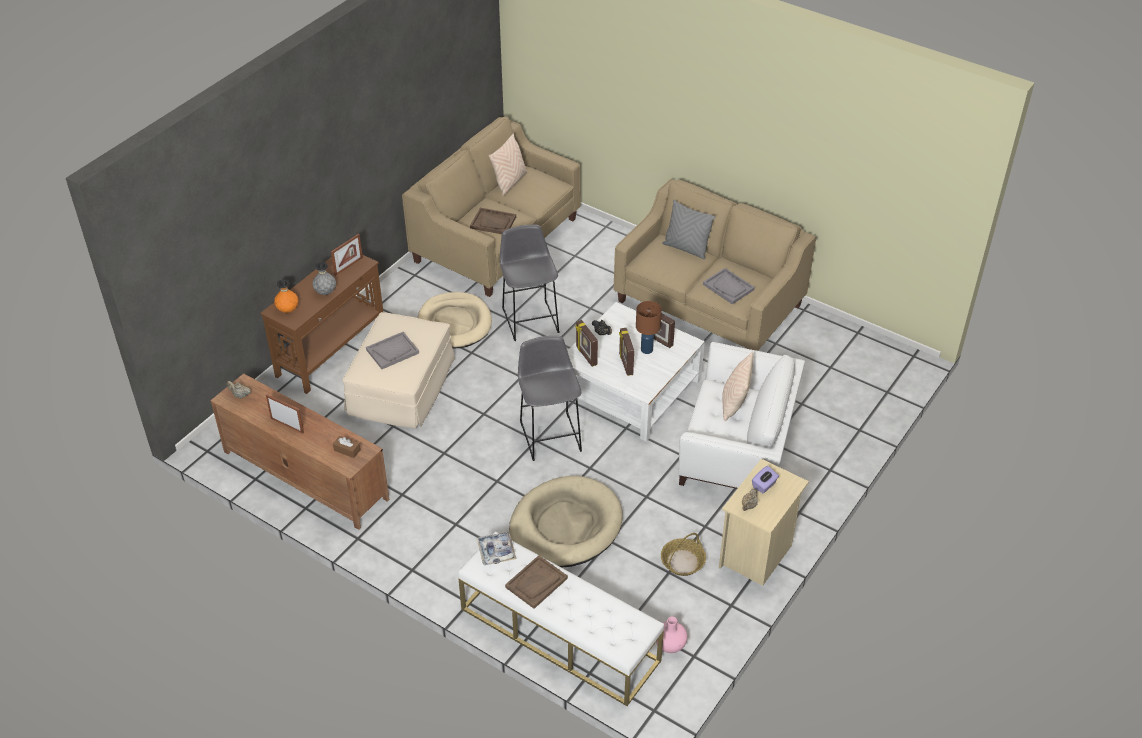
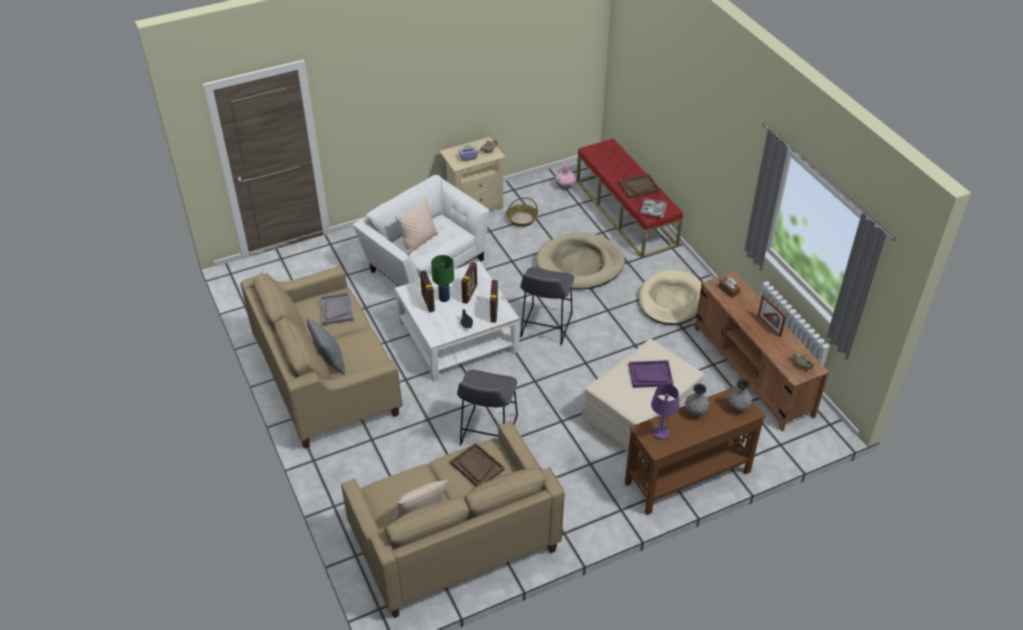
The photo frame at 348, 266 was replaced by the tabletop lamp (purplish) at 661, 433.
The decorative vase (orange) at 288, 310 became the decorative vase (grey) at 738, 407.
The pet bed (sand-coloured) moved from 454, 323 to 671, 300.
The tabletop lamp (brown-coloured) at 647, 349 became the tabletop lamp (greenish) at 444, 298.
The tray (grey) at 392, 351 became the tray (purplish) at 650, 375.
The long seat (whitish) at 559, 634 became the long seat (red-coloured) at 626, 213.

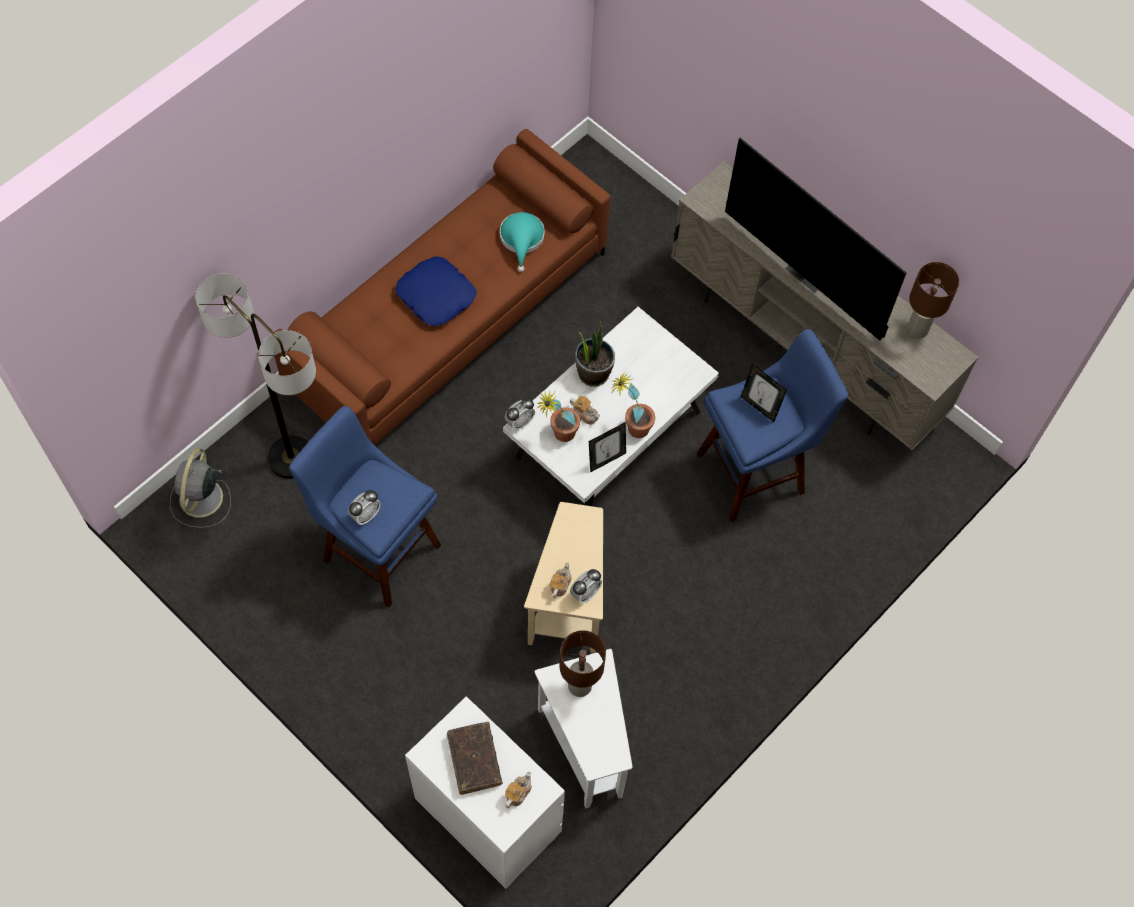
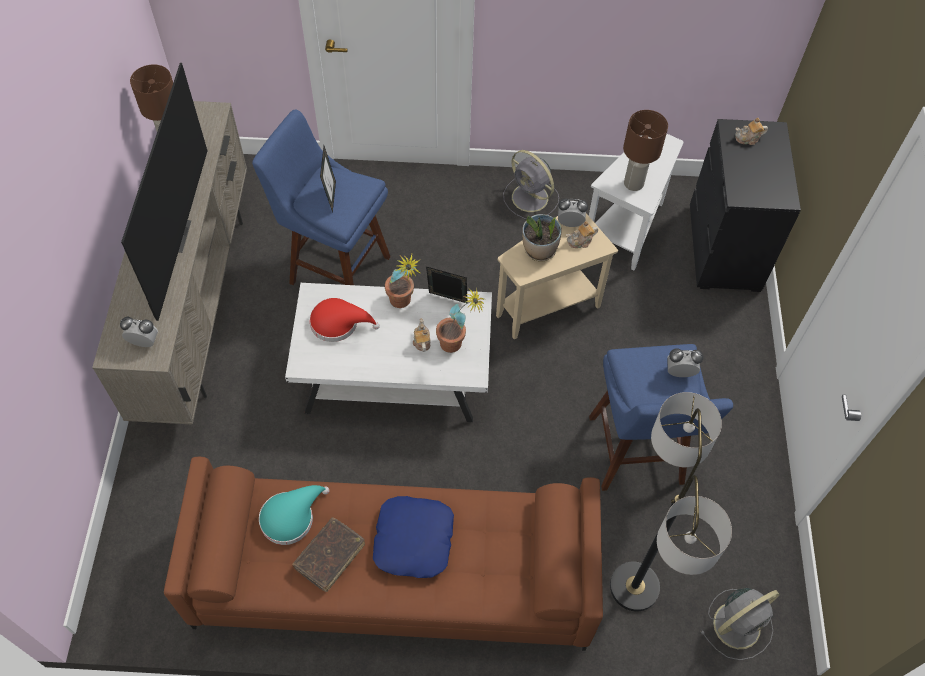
The houseplant moved from 593, 373 to 539, 251.
The alarm clock moved from 519, 422 to 144, 342.
The dresser (whitish) at 487, 815 became the dresser (black-coloured) at 724, 248.
The bound book (brown-coloured) moved from 474, 760 to 330, 556.
The cooling fan (grey) at 531, 199 appeared.
The wearable hat (red-coloured) at 338, 323 appeared.

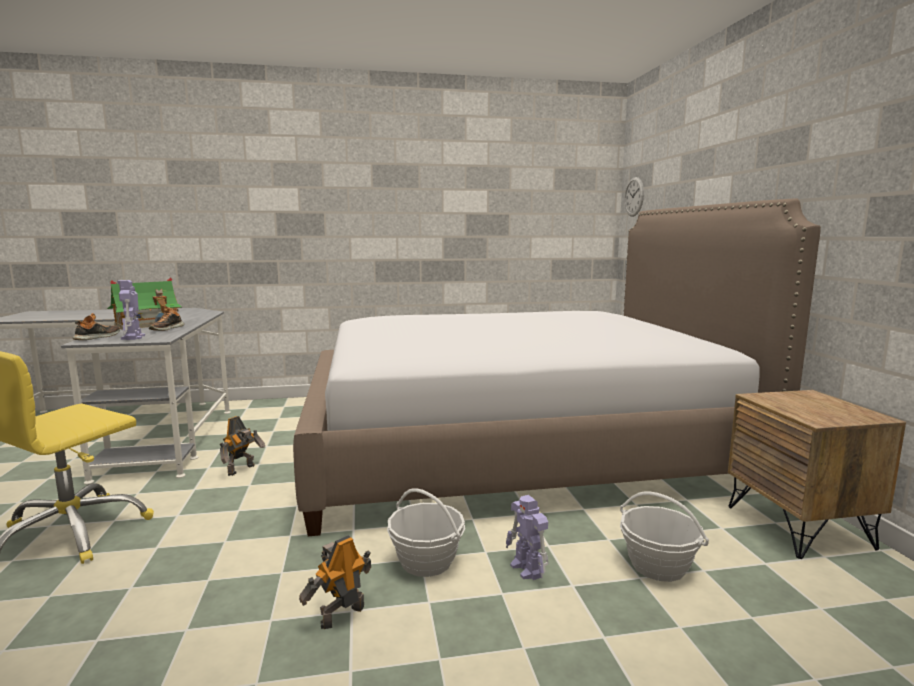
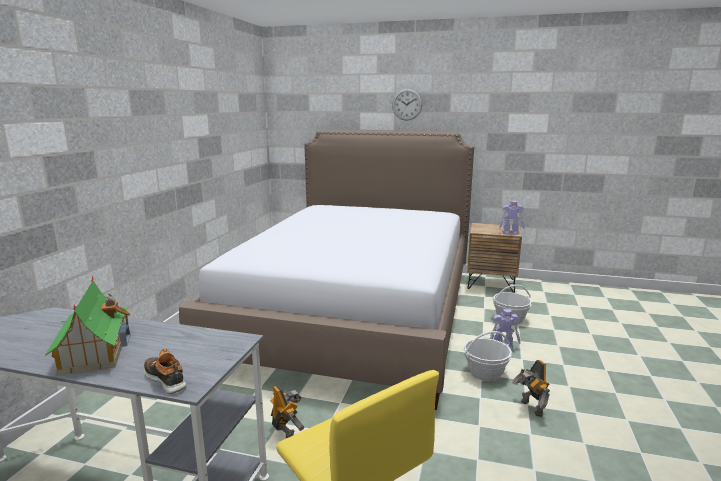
The clock on the wall moved from 634, 196 to 407, 104.
The toy robot moved from 133, 337 to 511, 233.
The item of footwear at 166, 329 disappeared.

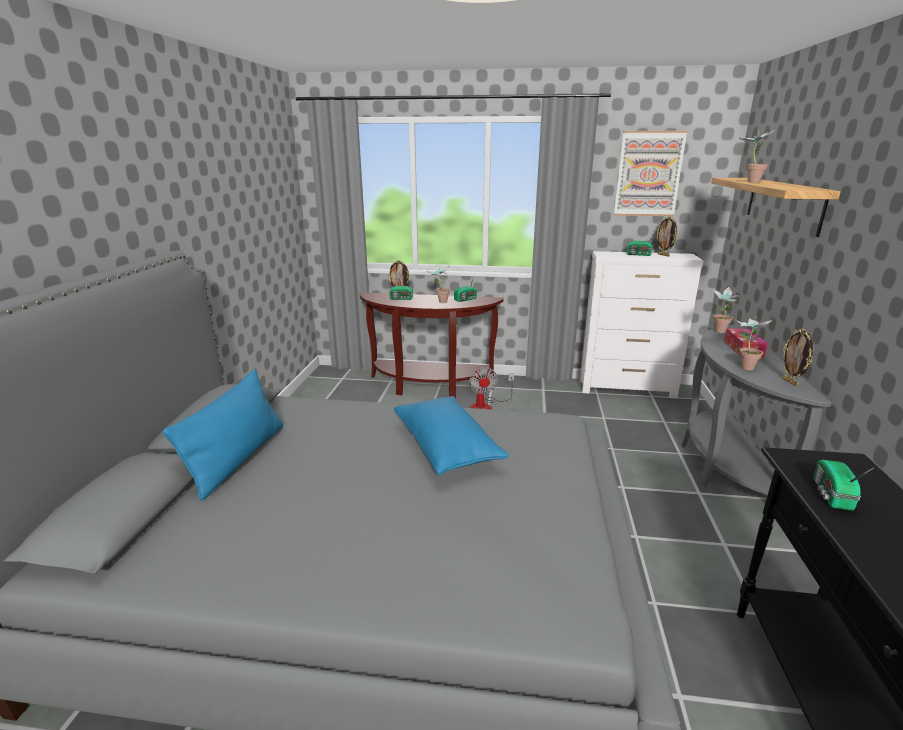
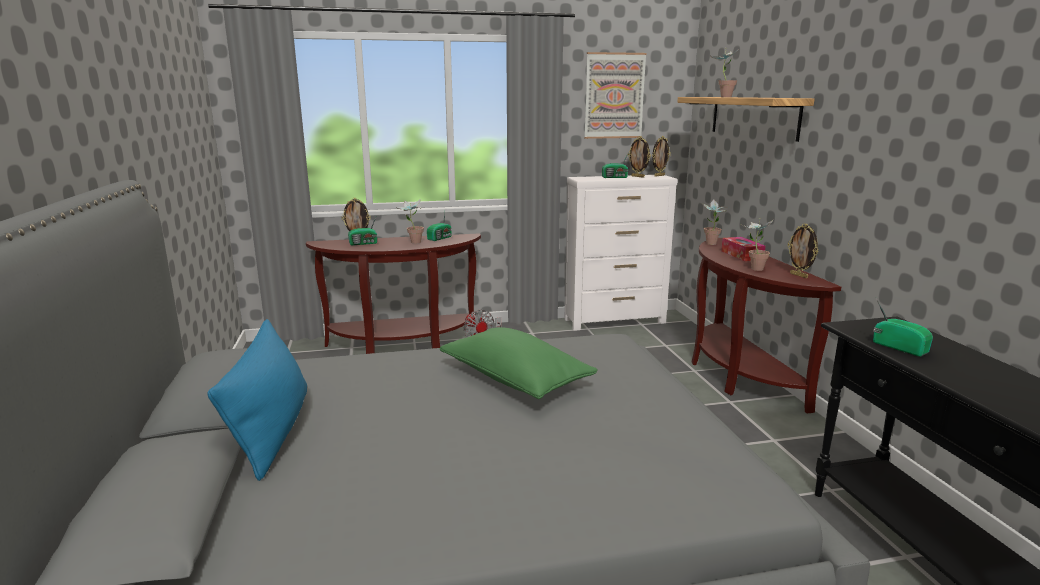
The narrow table (grey) at 722, 465 became the narrow table (brown-coloured) at 736, 374.
The throw pillow (blue-coloured) at 446, 447 became the throw pillow (greenish) at 515, 380.
The radio at 831, 495 turned 150 degrees clockwise.
The photo frame at 659, 175 appeared.

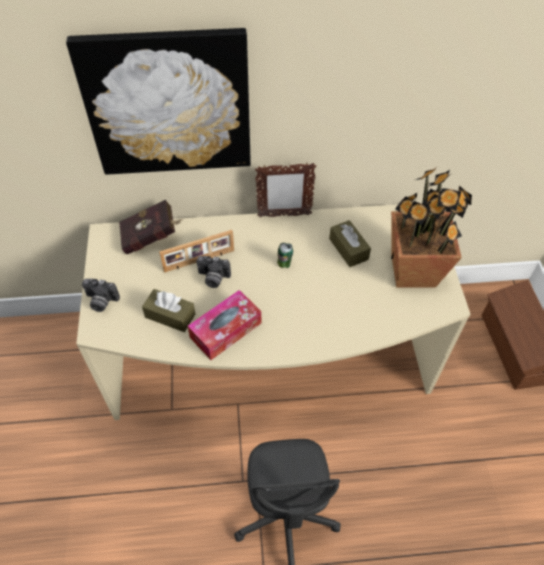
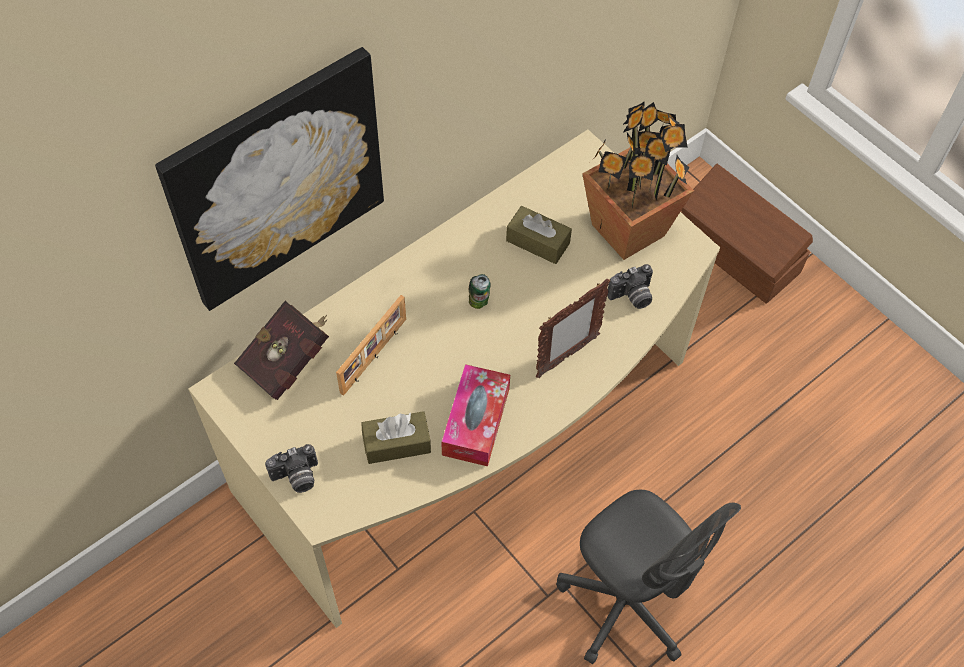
The photo frame moved from 284, 215 to 566, 357.
The photo camera moved from 213, 278 to 632, 297.

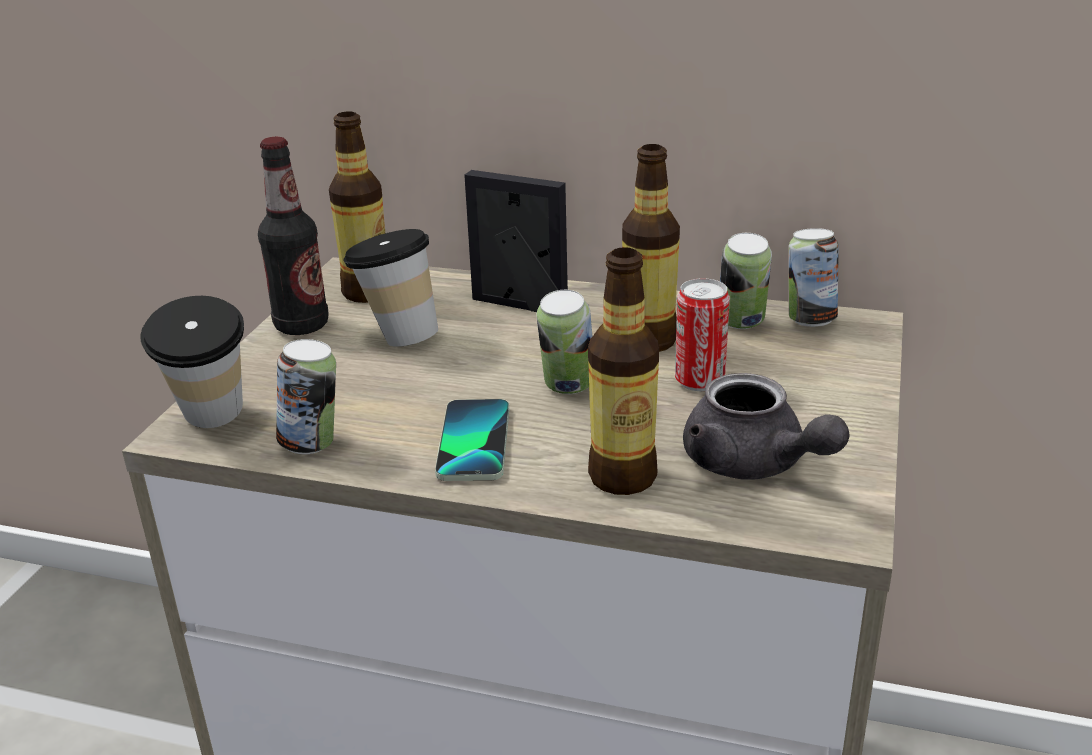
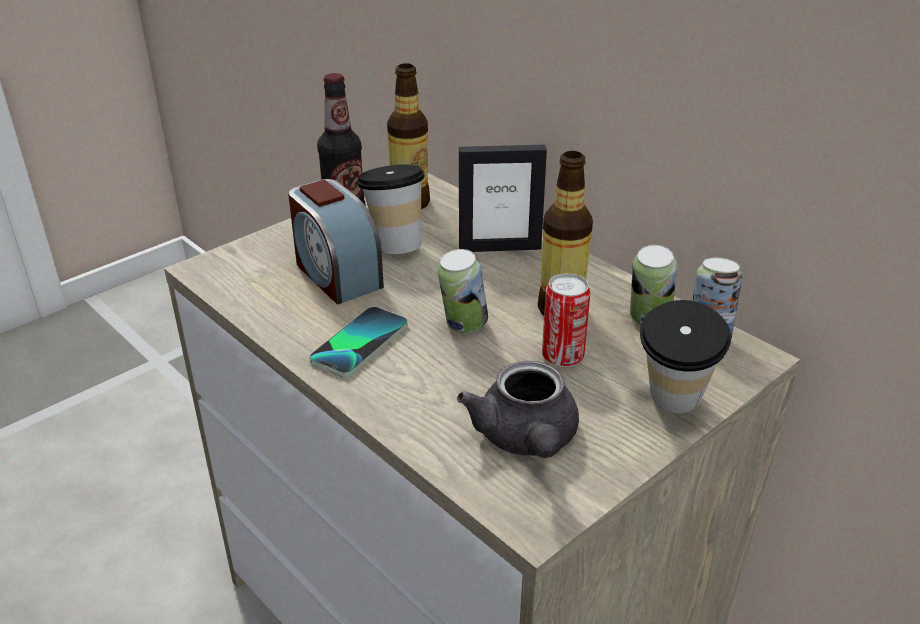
The photo frame at 519, 305 turned 120 degrees clockwise.
The beverage bottle at 623, 477 disappeared.
The small cup moved from 212, 424 to 672, 408.
The sealed can at 312, 444 disappeared.
The alarm clock at 336, 274 appeared.

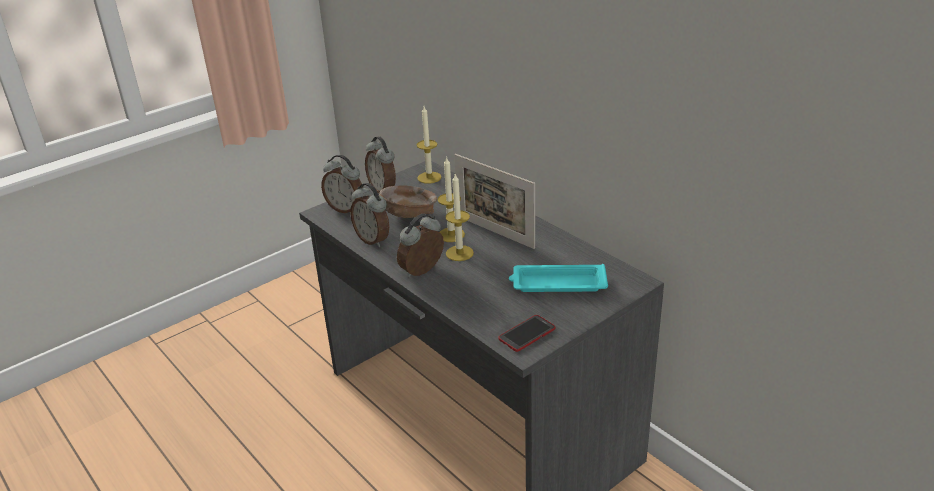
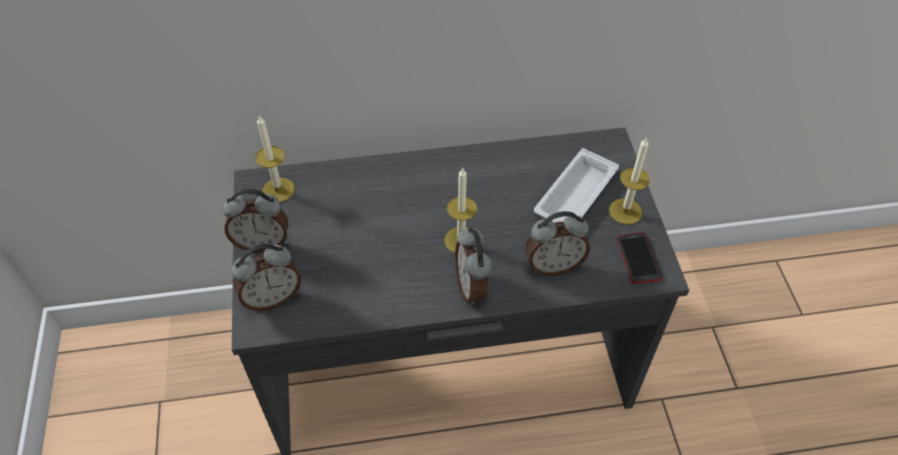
The photo frame at 495, 232 disappeared.
The wax candle moved from 451, 235 to 625, 211.
The alarm clock moved from 373, 240 to 553, 265.
The bowl (brown-coloured) at 409, 215 disappeared.
The tray (turquoise) at 557, 284 became the tray (whitish) at 574, 195.

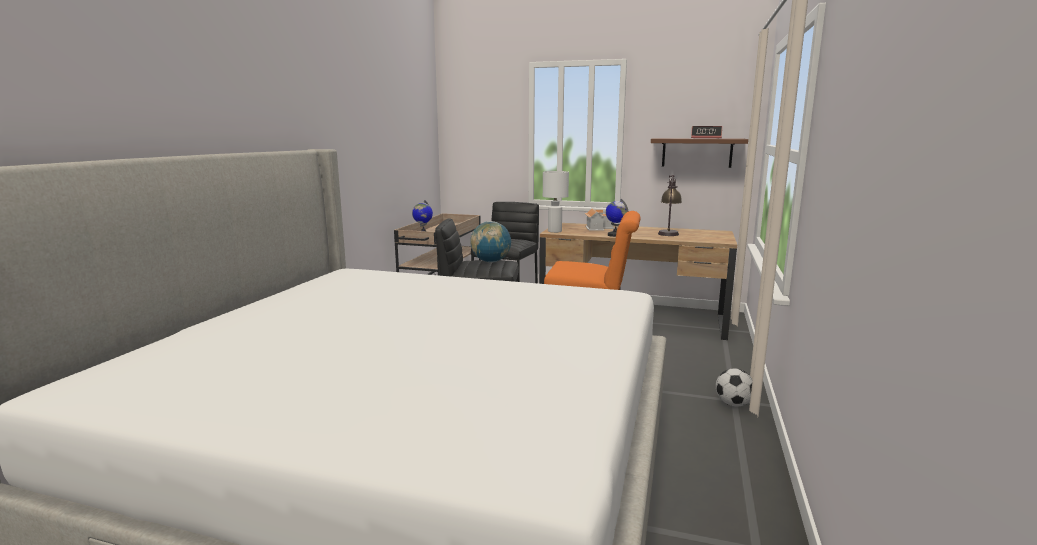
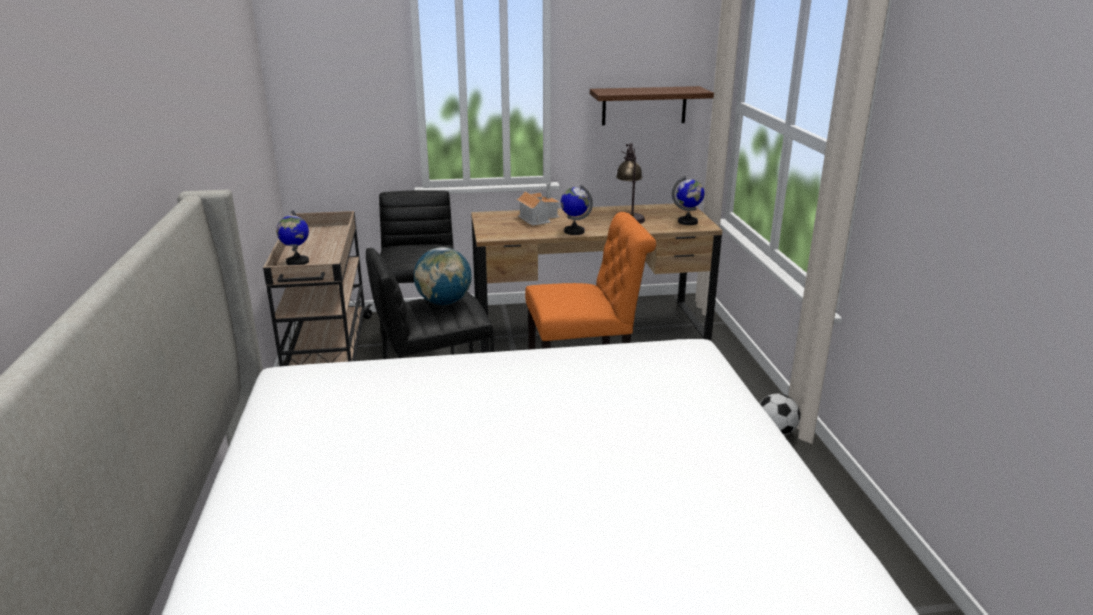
The alarm clock at 706, 138 disappeared.
The tabletop lamp (whitish) at 554, 231 disappeared.
The globe at 688, 222 appeared.

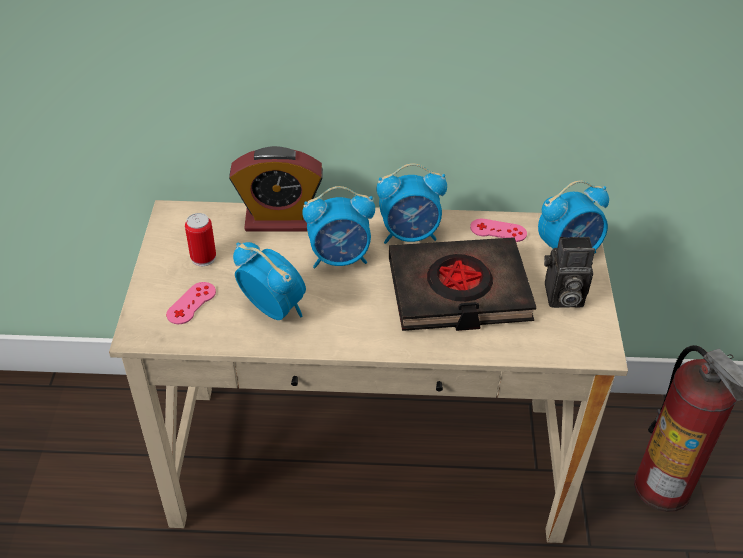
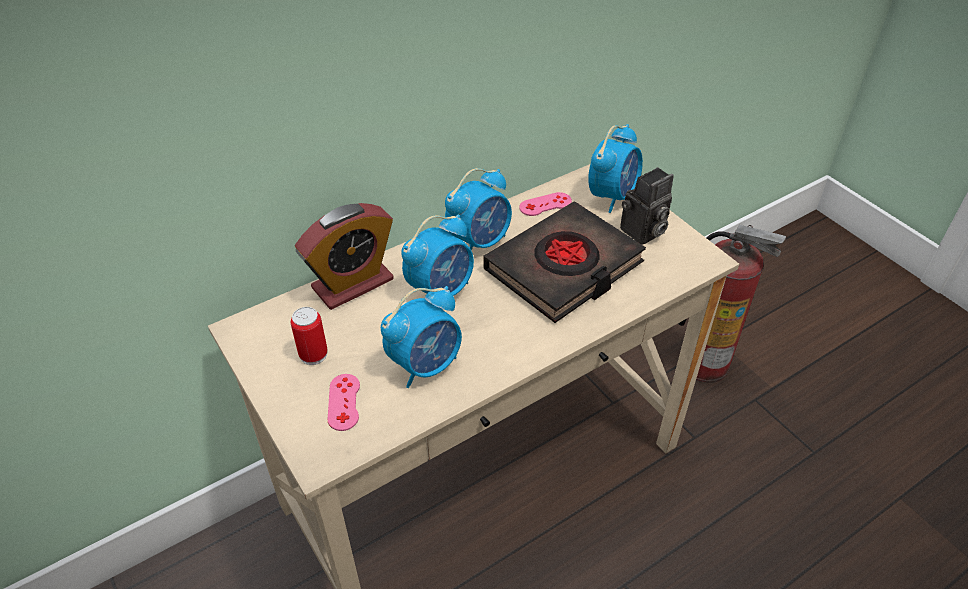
The alarm clock at 273, 308 turned 135 degrees clockwise.

